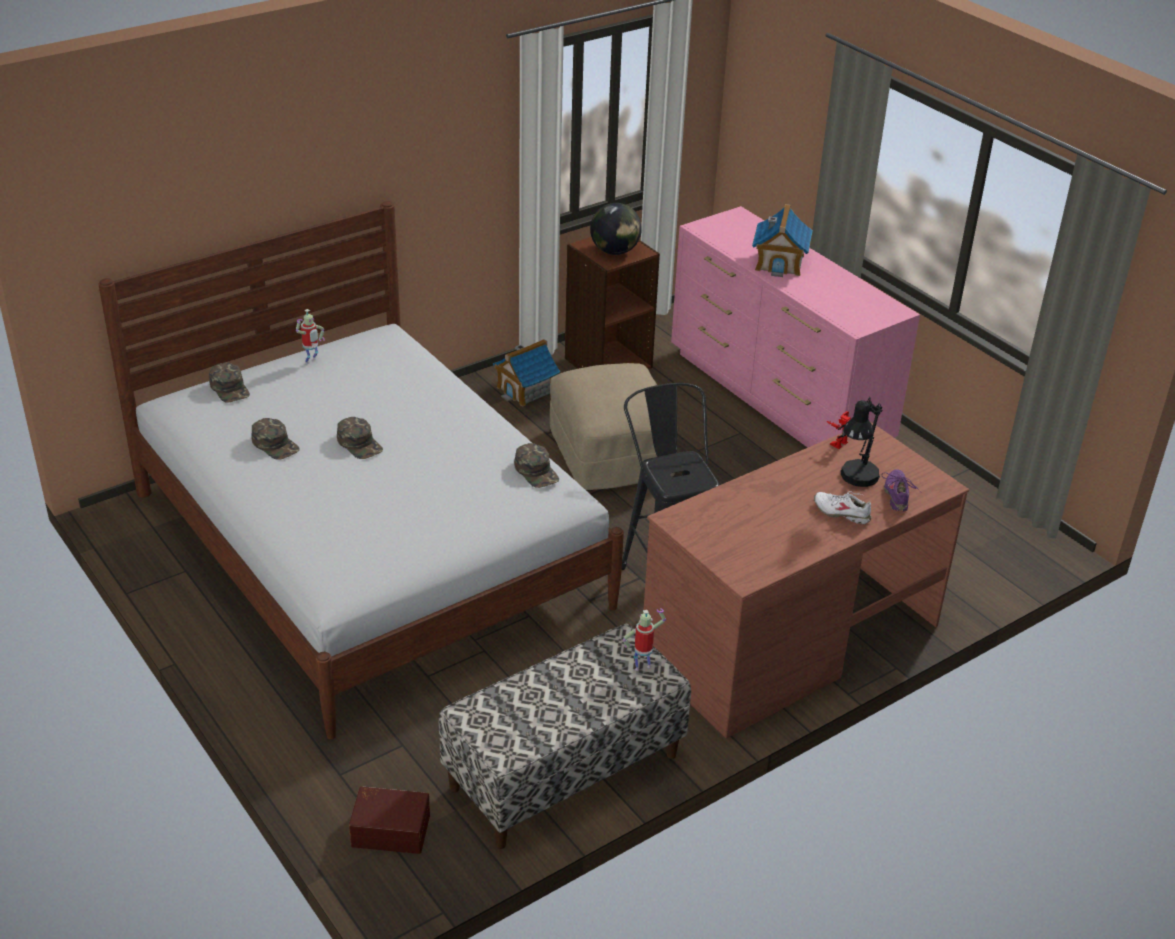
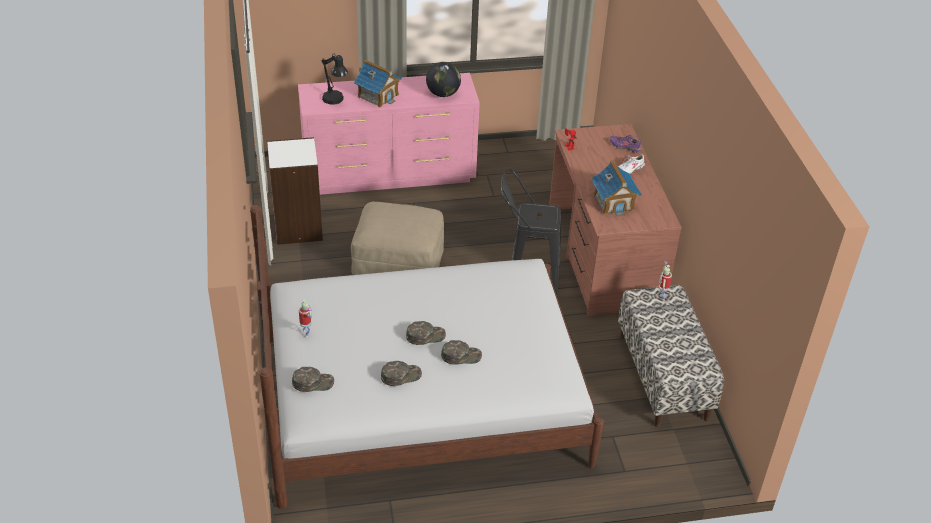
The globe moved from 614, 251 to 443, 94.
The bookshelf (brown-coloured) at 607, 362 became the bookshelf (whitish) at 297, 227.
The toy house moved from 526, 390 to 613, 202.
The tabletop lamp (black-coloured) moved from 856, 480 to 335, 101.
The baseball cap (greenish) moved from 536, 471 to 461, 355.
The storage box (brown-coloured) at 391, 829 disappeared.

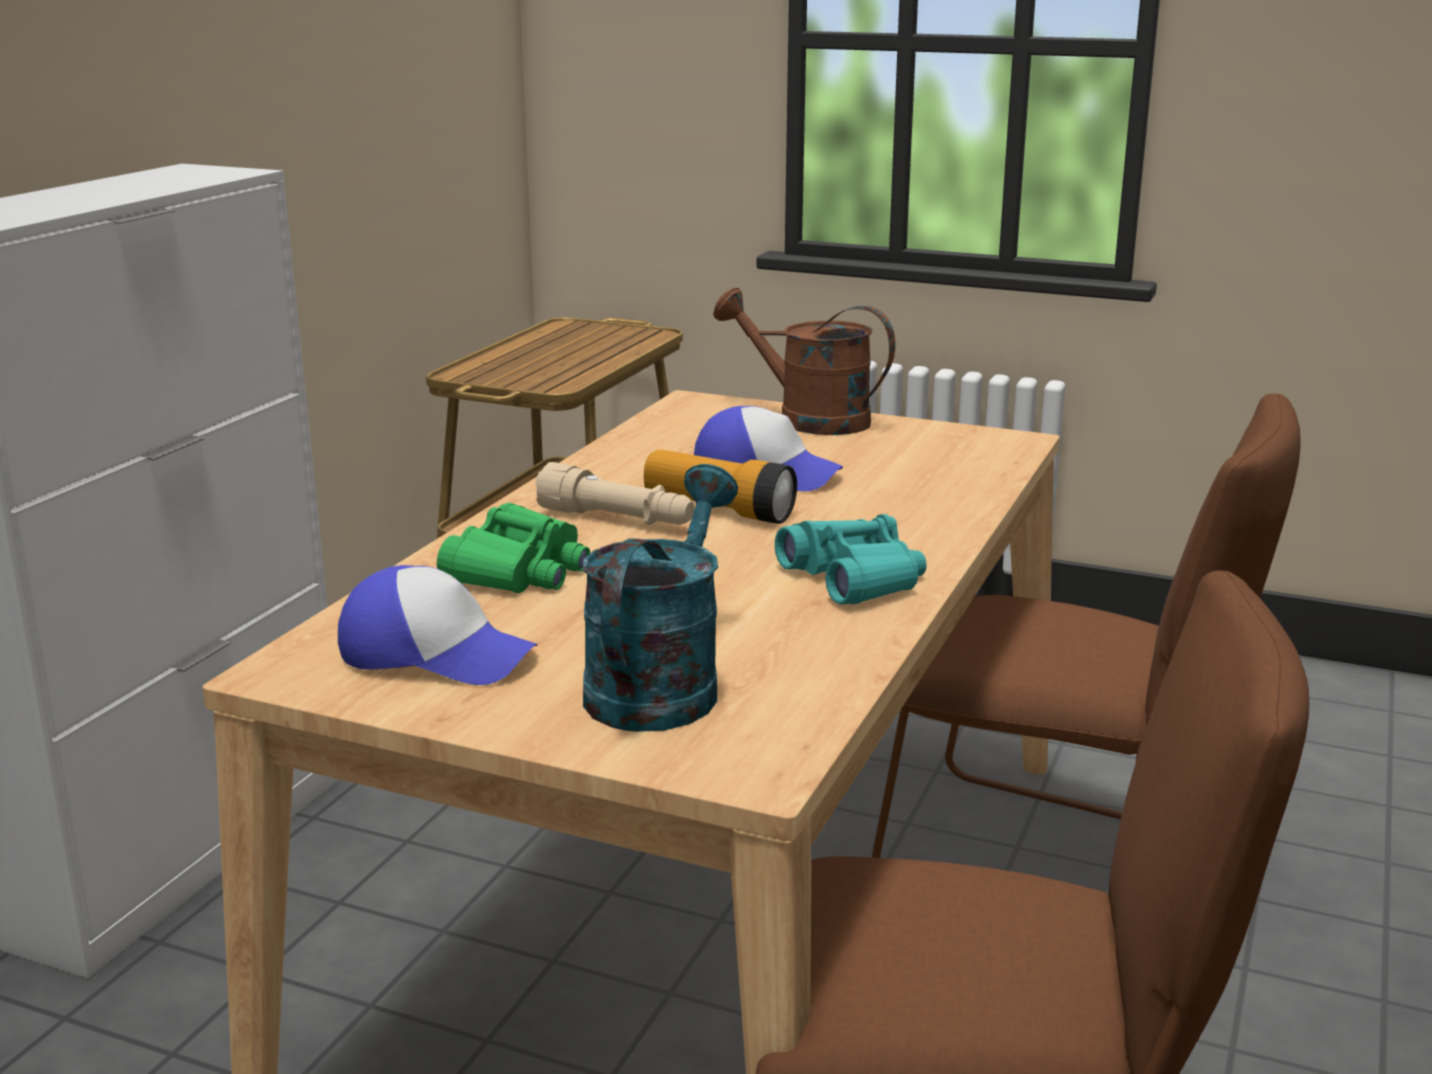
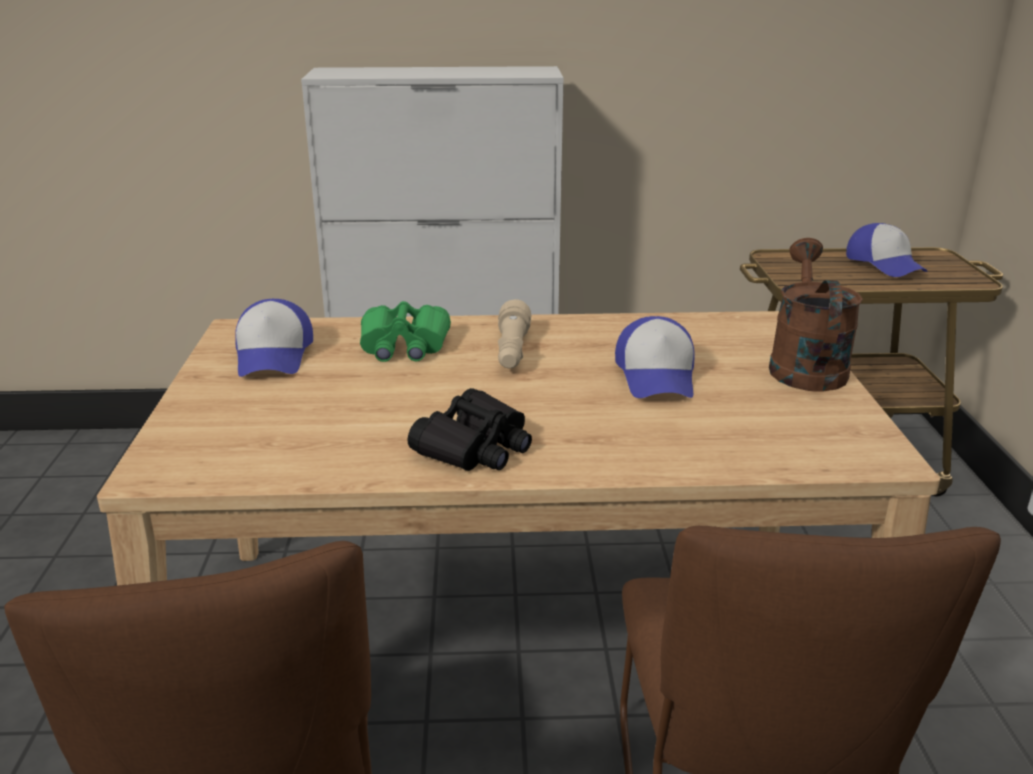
The flashlight at 718, 510 disappeared.
The watering can (turquoise) at 660, 684 disappeared.
The binoculars (turquoise) at 854, 579 became the binoculars (black-coloured) at 475, 447.
The baseball cap at 884, 264 appeared.

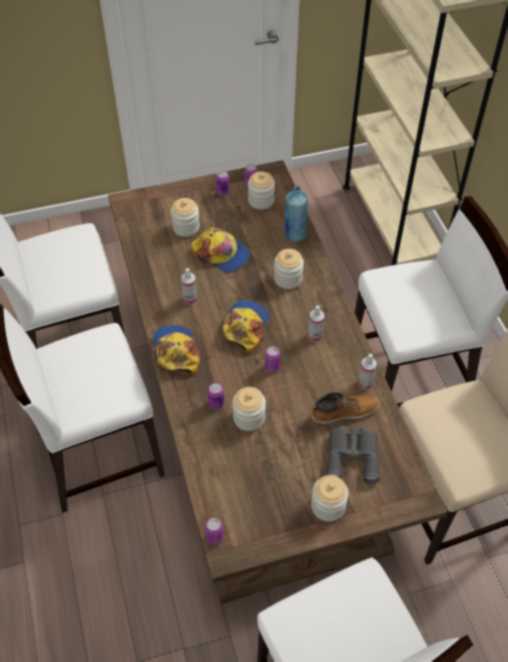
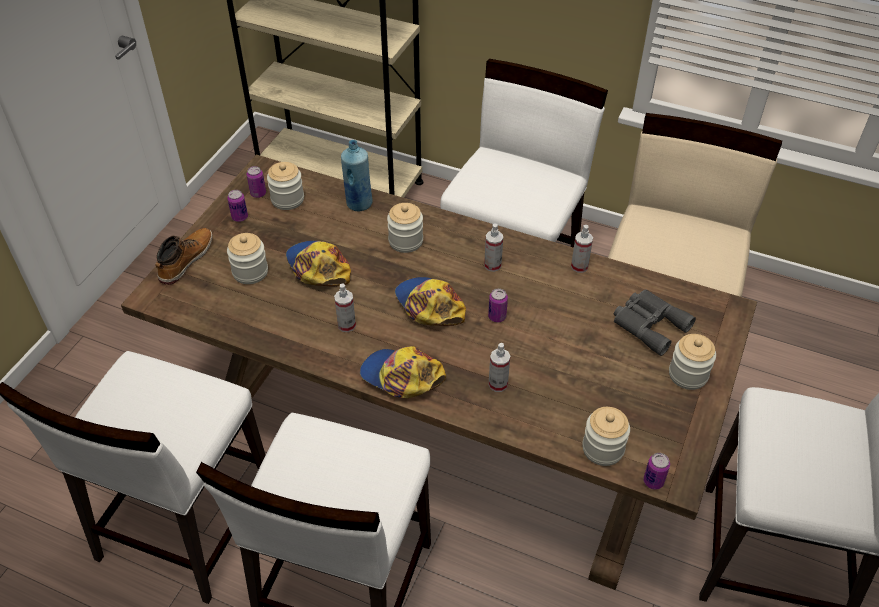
The baseball cap at 221, 254 turned 105 degrees counterclockwise.
The sealed can at 216, 403 was replaced by the spray bottle at 498, 384.
The jar moved from 249, 418 to 603, 448.
The boot moved from 344, 412 to 186, 260.

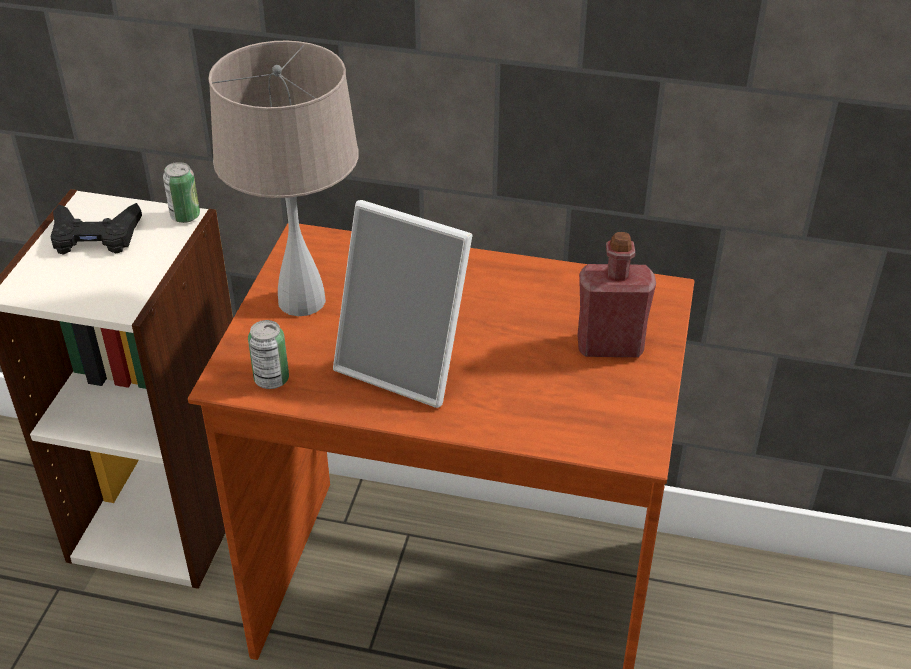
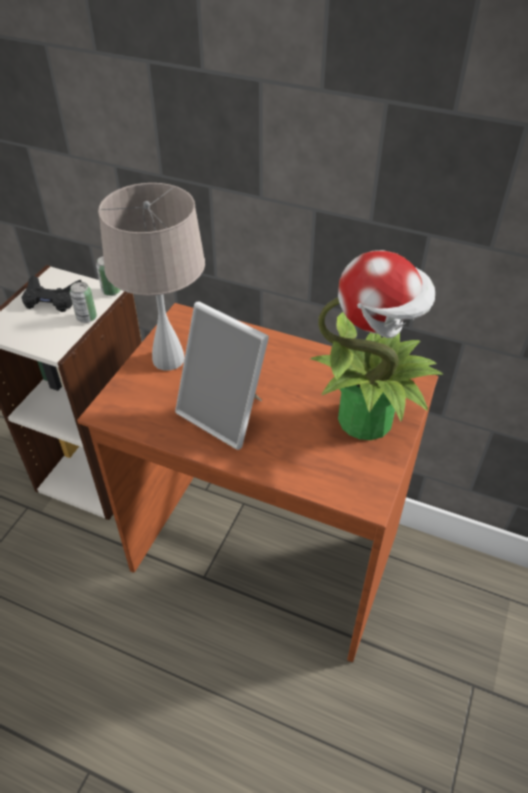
The beverage bottle (red-coloured) at 610, 346 was replaced by the houseplant at 367, 419.
The sealed can moved from 271, 379 to 86, 318.

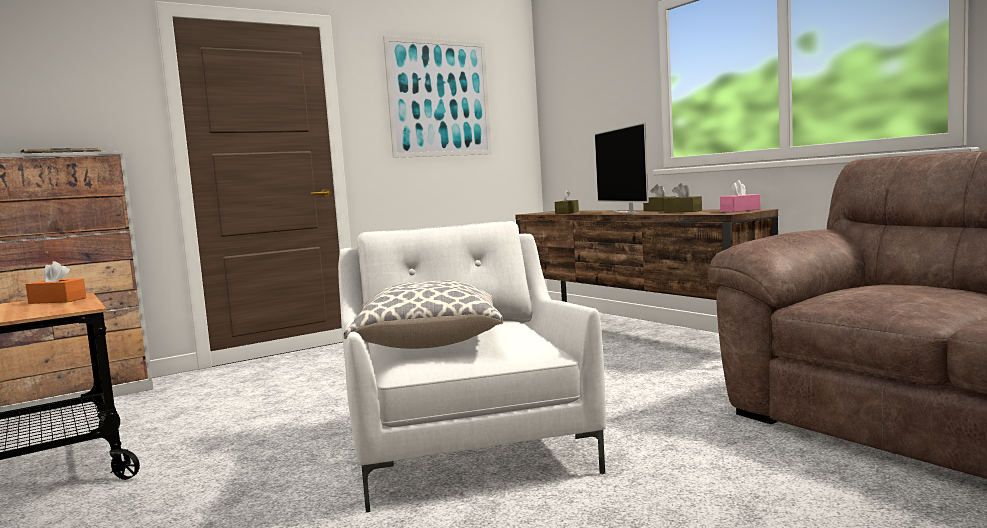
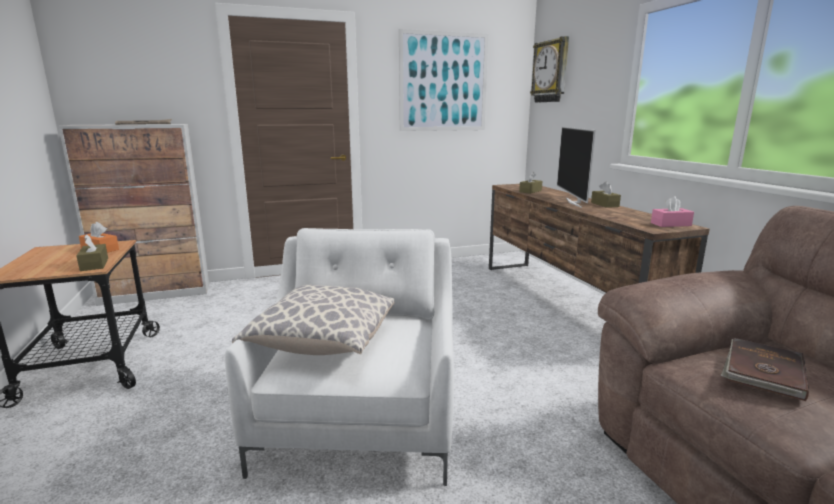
The tissue box (brown-coloured) moved from 683, 211 to 94, 264.
The clock on the wall at 551, 71 appeared.
The bound book (brown-coloured) at 762, 371 appeared.

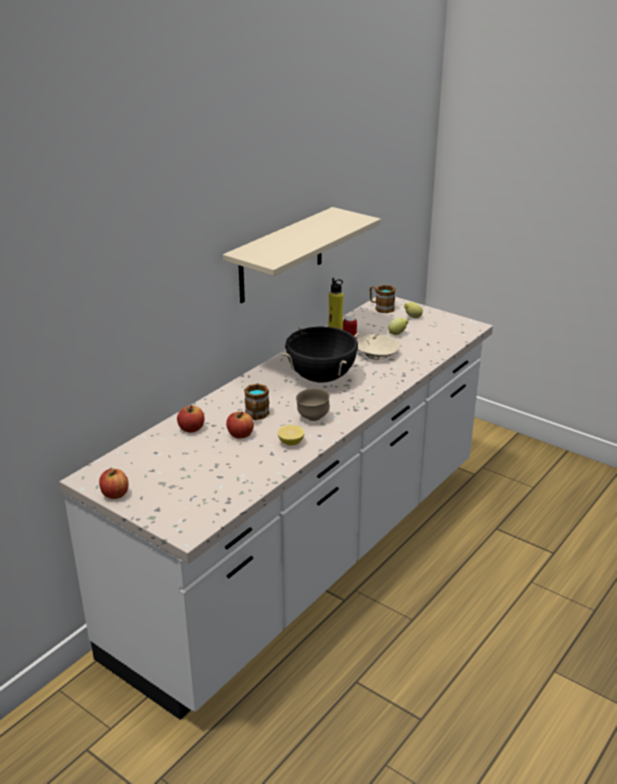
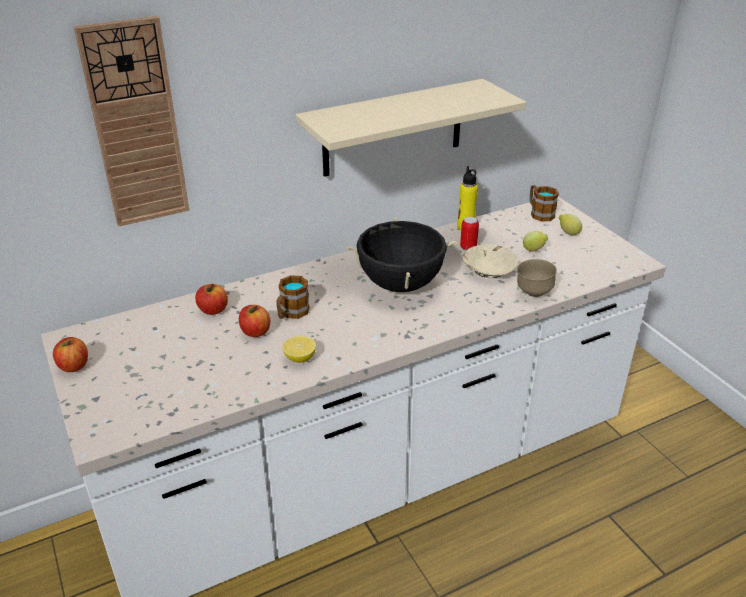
The bowl (brown-coloured) moved from 312, 418 to 533, 293.
The clock on the wall at 136, 125 appeared.

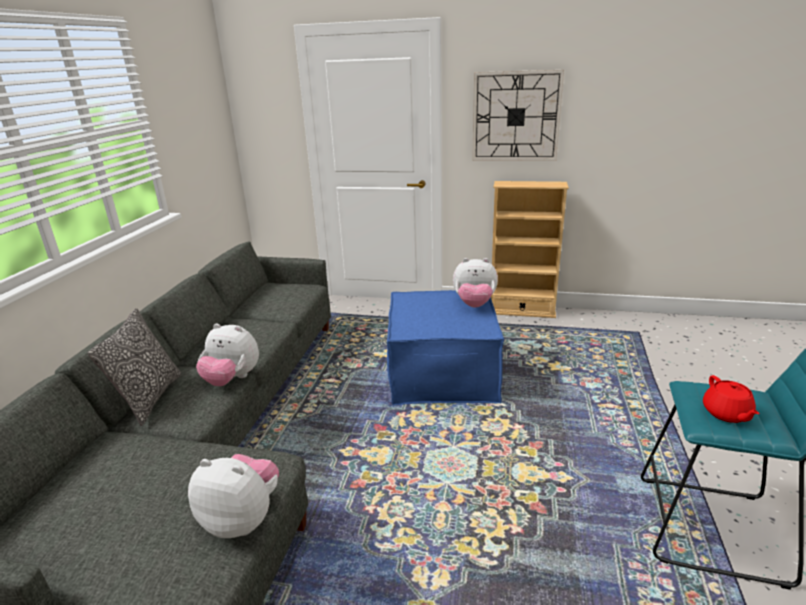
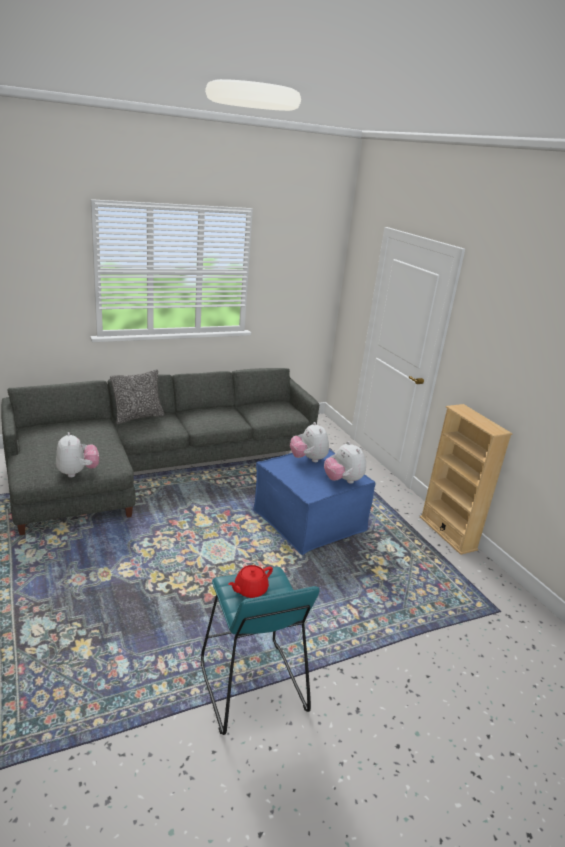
The clock on the wall at 516, 117 disappeared.
The soft toy moved from 232, 379 to 308, 459.

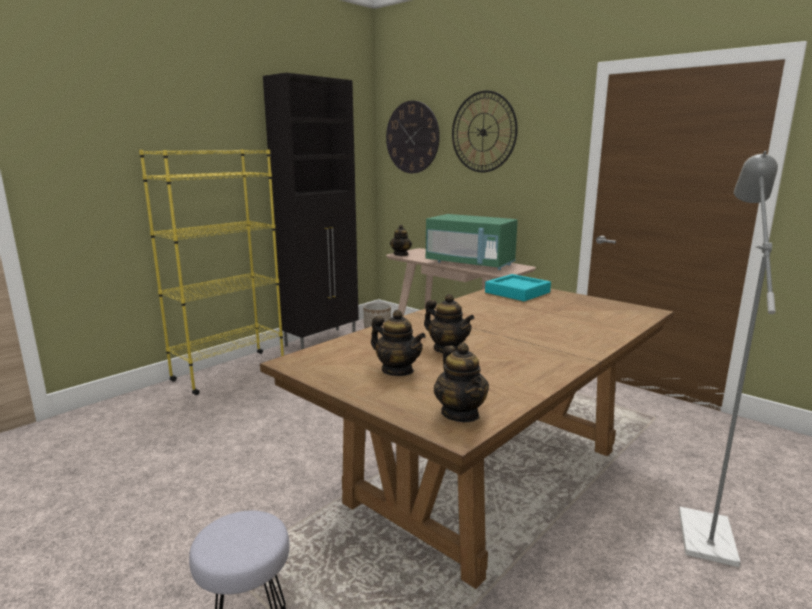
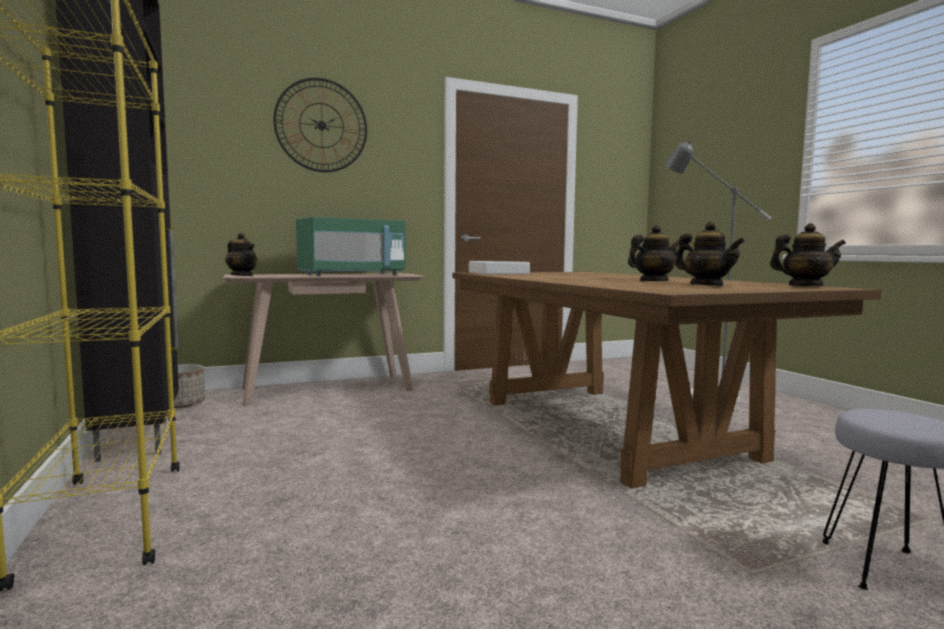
The clock on the wall at 412, 137 disappeared.
The tray (turquoise) at 517, 292 became the tray (whitish) at 498, 273.
The pot for tea at 397, 370 turned 75 degrees clockwise.

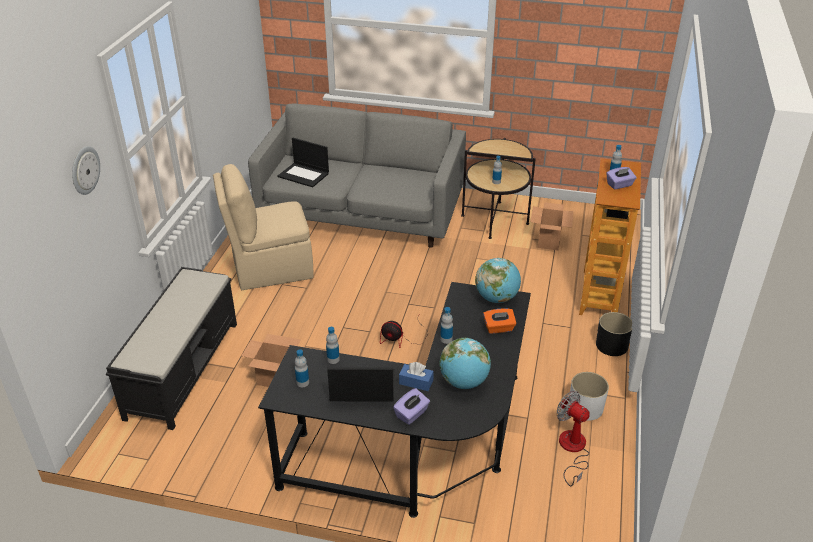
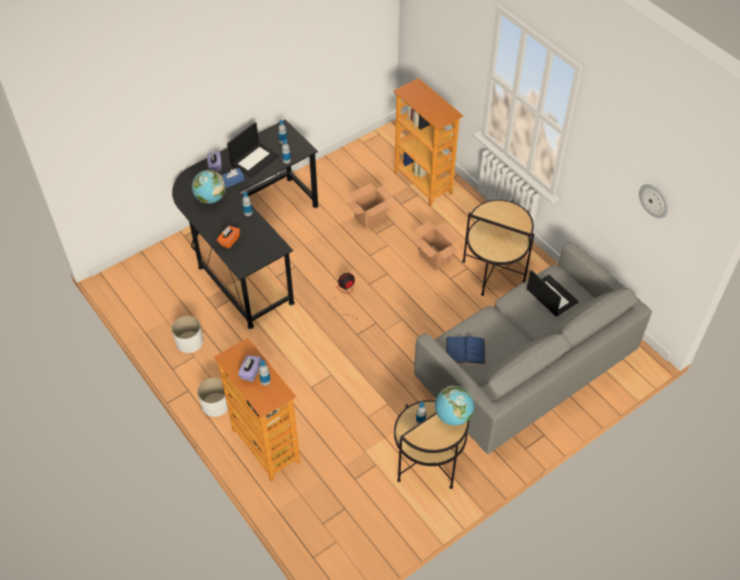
The laptop at 304, 175 turned 75 degrees clockwise.
The clock on the wall moved from 84, 170 to 654, 200.
The chair (sand-coloured) at 270, 269 was replaced by the accent table at 493, 271.
The packing box moved from 548, 240 to 435, 258.
The globe moved from 496, 298 to 453, 416.
The long seat (black-coloured) at 183, 368 was replaced by the bookshelf at 423, 183.
The planter (black-coloured) at 611, 345 became the planter (whitish) at 215, 404.
The cooling fan at 572, 450 disappeared.
The bound book (blue-coloured) at 465, 350 appeared.

